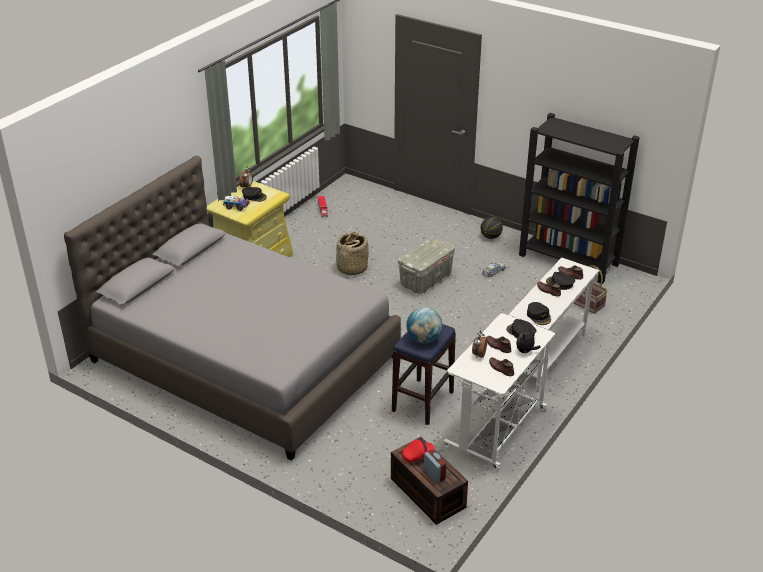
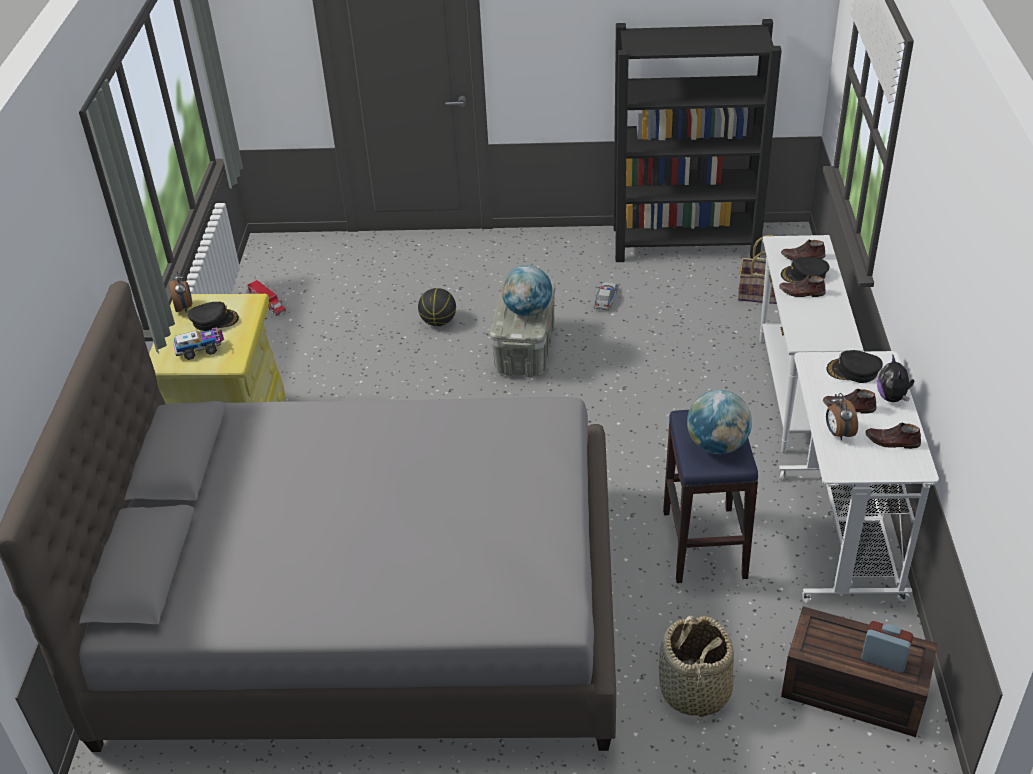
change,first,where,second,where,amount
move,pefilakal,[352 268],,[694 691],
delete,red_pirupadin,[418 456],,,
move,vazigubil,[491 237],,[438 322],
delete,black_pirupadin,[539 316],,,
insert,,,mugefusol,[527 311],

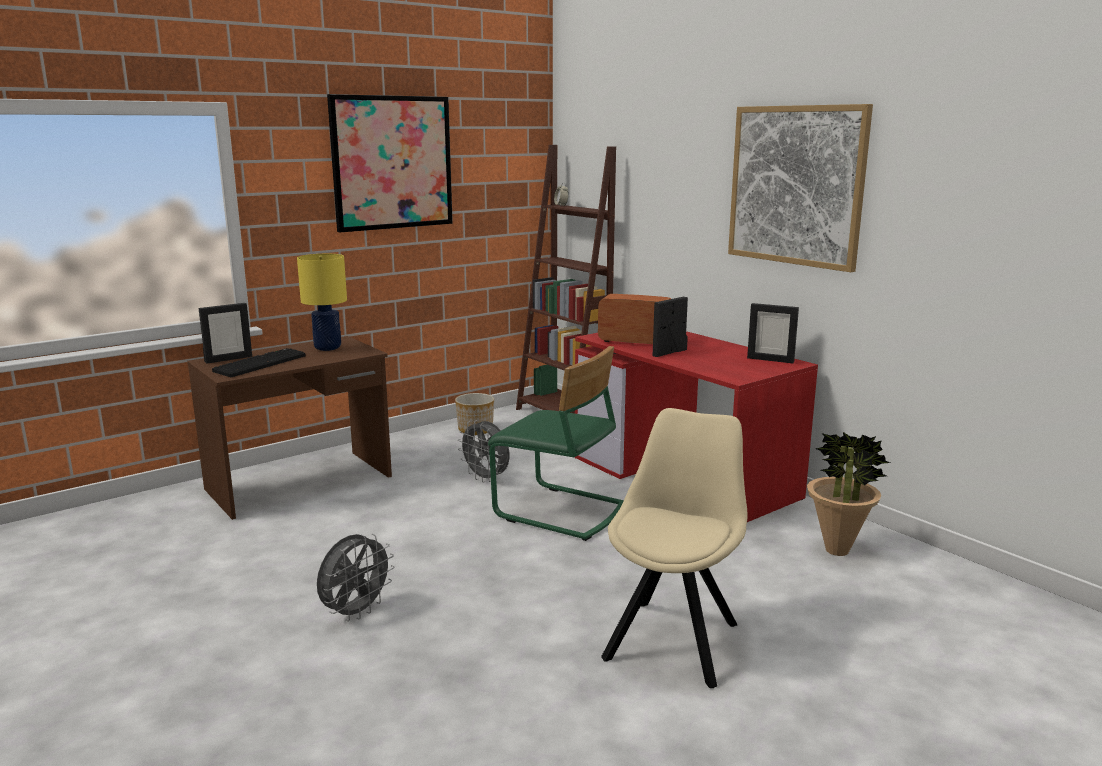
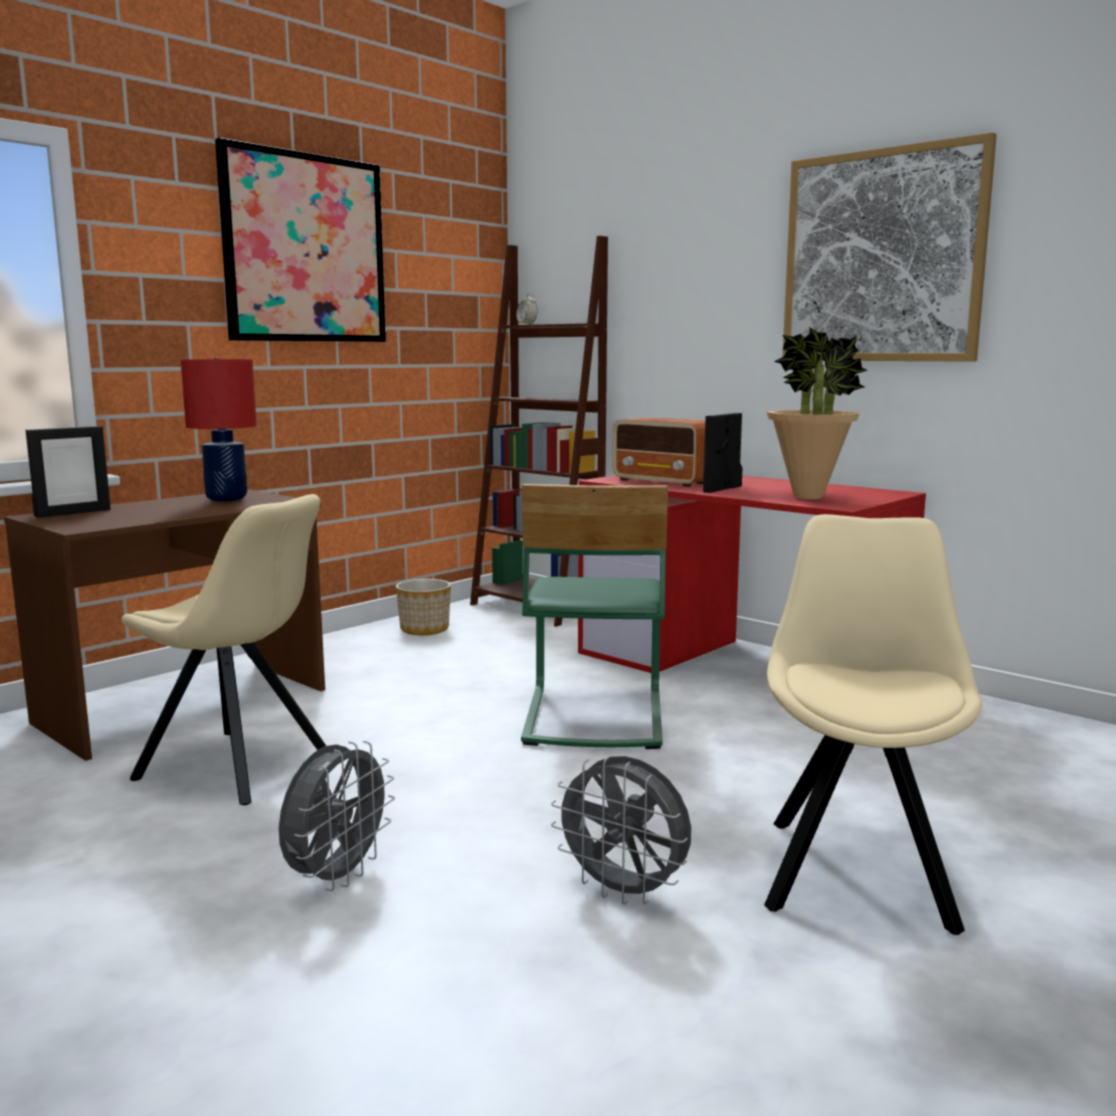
change,first,where,second,where,amount
delete,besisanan,[260 363],,,
recolor,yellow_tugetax,[328 349],red_tugetax,[227 500],
move,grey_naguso,[486 478],,[624 892],
rotate,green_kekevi,[559 512],,[592 717],75 degrees clockwise
rotate,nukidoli,[634 341],,[663 482],150 degrees counterclockwise
delete,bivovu,[770 359],,,
move,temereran,[837 550],,[808 497],
insert,,,beige_kekevi,[236 766],

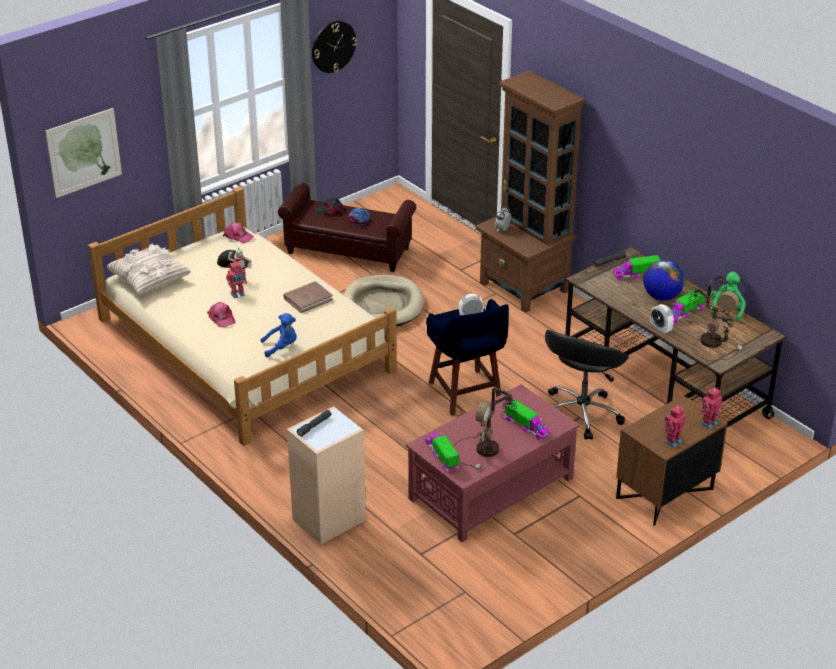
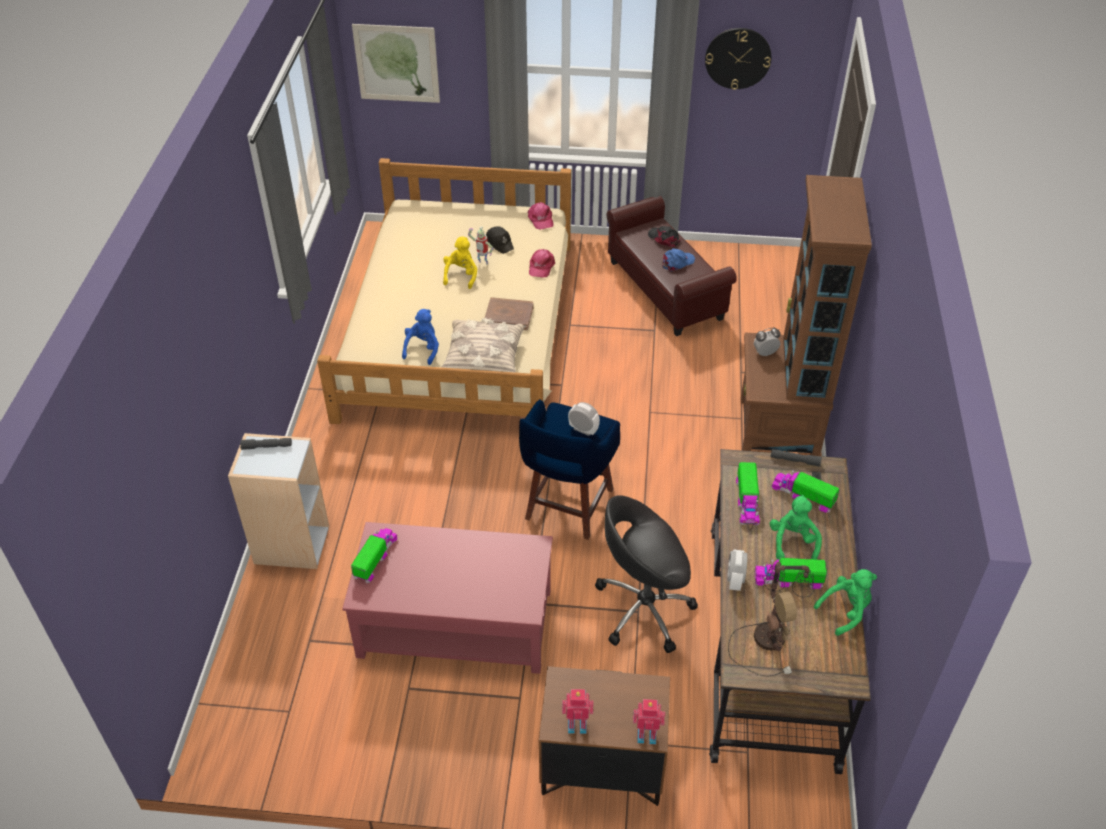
change,first,where,second,where,amount
move,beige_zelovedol,[149 280],,[483 360],
move,pink_pirupadin,[221 318],,[541 266],
replace,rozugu,[238 295],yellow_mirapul,[461 275],
rotate,blue_mirapul,[281 347],,[423 349],105 degrees counterclockwise
delete,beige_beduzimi,[382 305],,,
delete,tugetax,[489 449],,,
move,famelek,[527 427],,[747 501],
replace,mugefusol,[662 297],green_mirapul,[793 542],

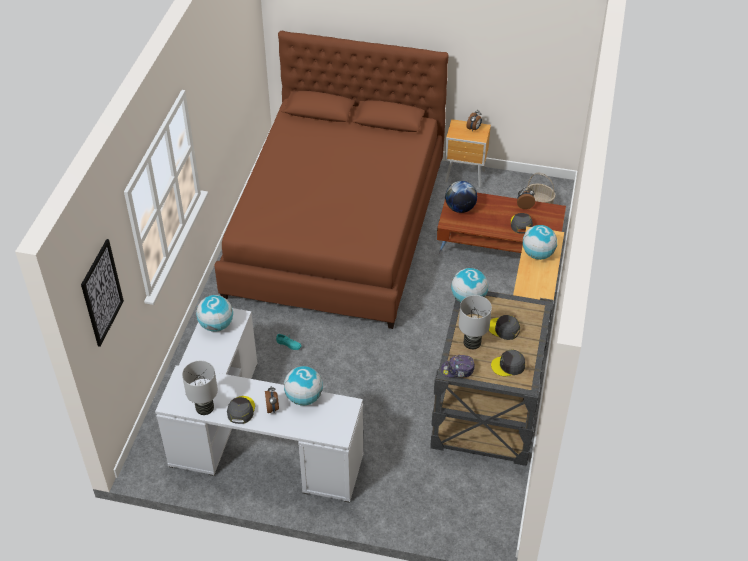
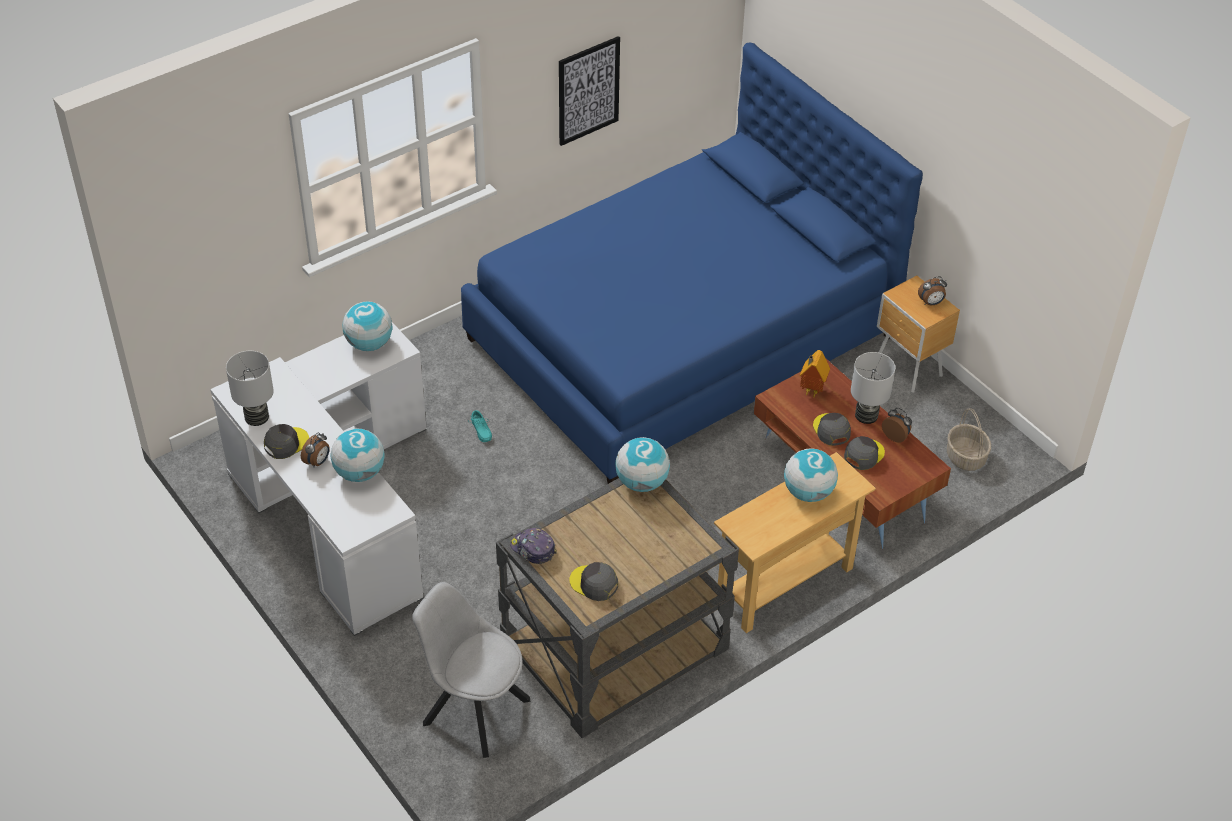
change,first,where,second,where,amount
move,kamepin,[102 293],,[588 90],
recolor,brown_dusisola,[337 228],blue_dusisola,[682 337],
replace,mugefusol,[460 208],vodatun,[811 390],
move,grey_tugetax,[472 342],,[866 415],
move,grey_pirupadin,[503 329],,[831 430],
insert,,,grey_kekevi,[474 710],

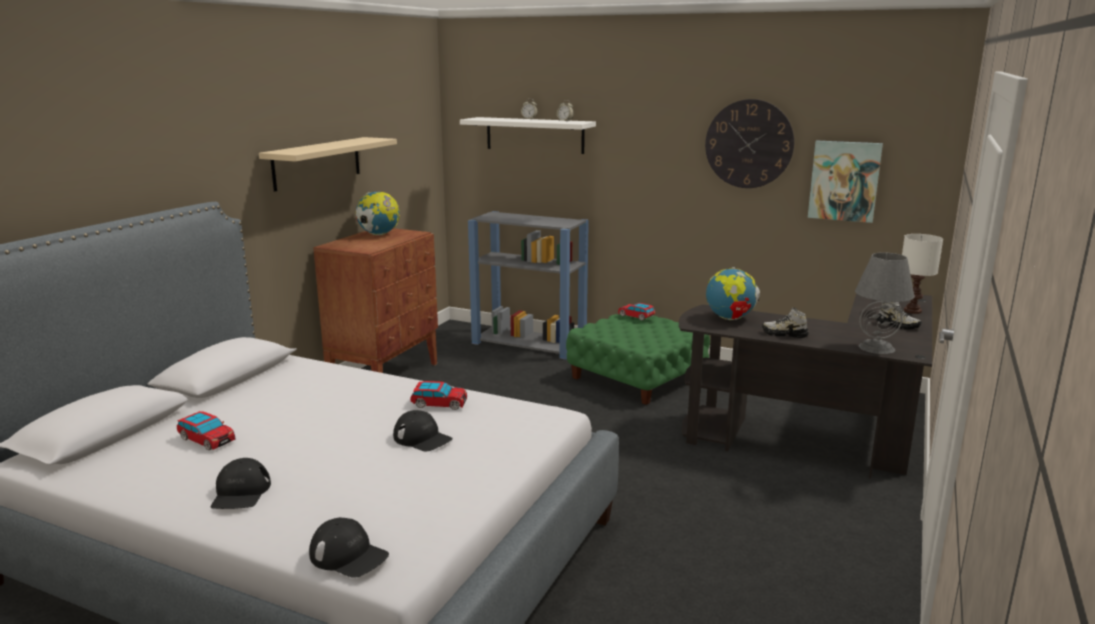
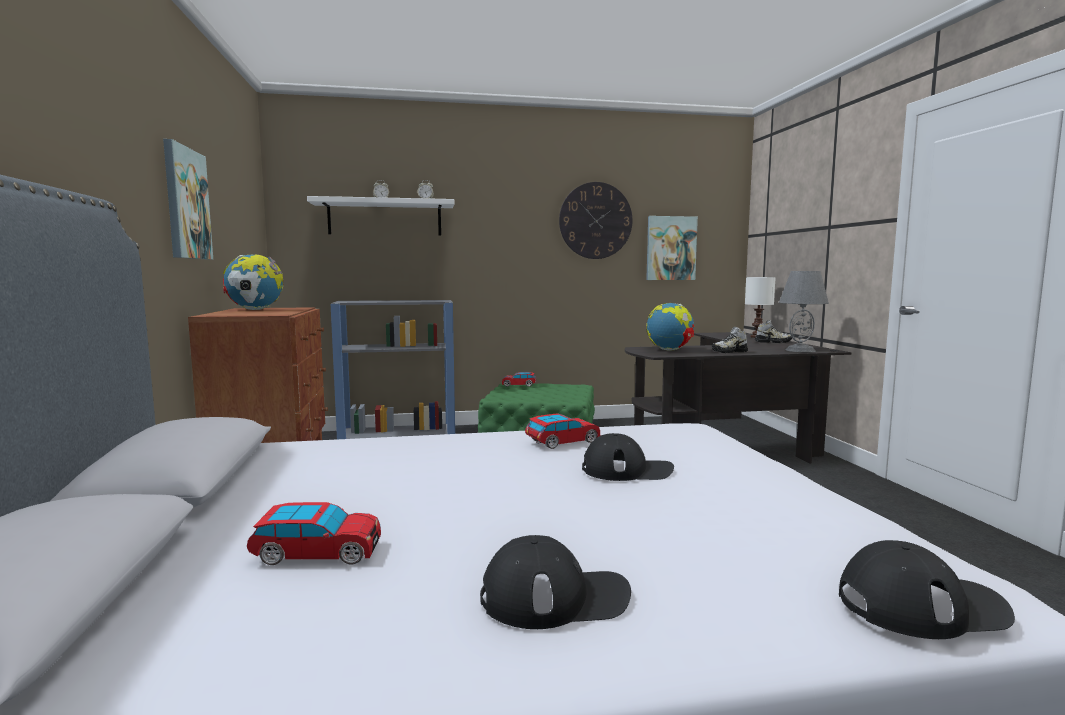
change,first,where,second,where,amount
rotate,black_pirupadin,[241 493],,[555 597],60 degrees counterclockwise
replace,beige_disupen,[317 163],kamepin,[186 204],

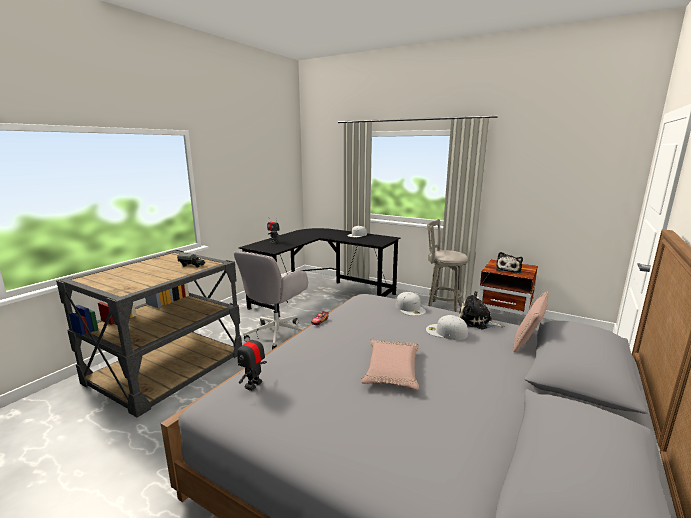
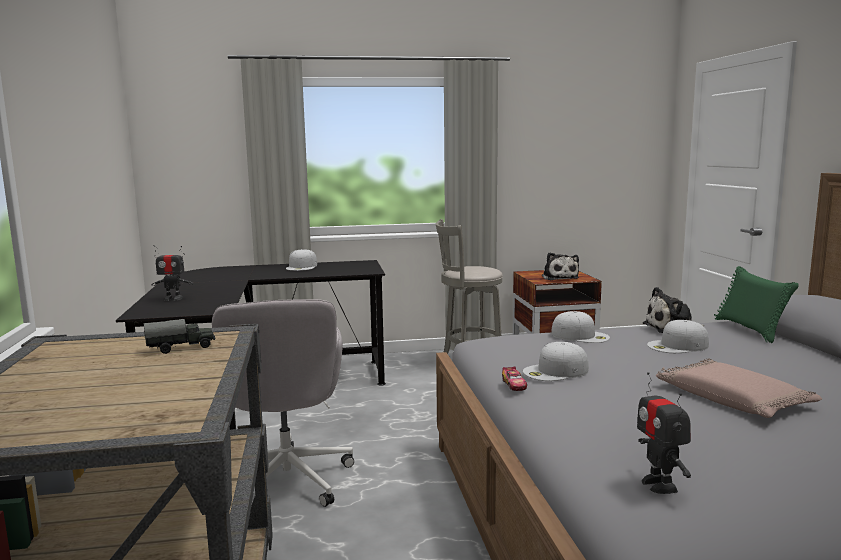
change,first,where,second,where,amount
recolor,beige_zelovedol,[528 340],green_zelovedol,[751 330],
insert,,,white_pirupadin,[555 371],

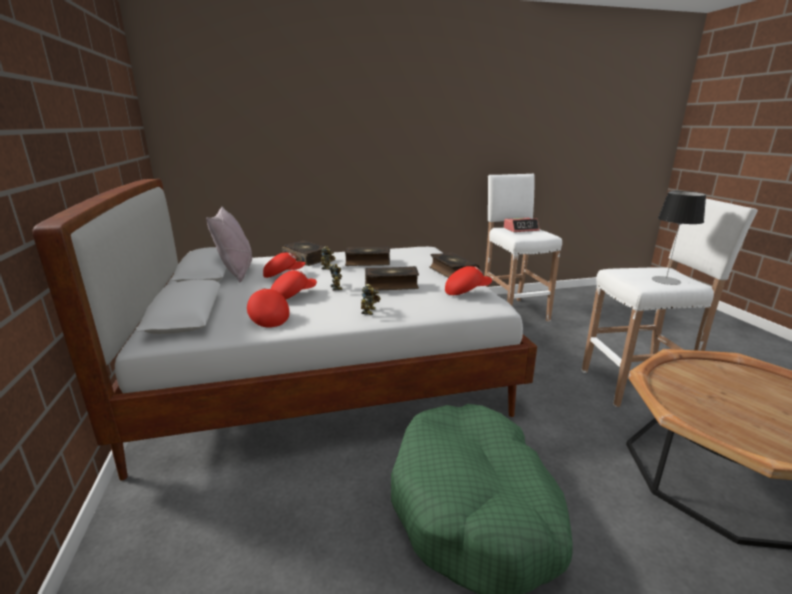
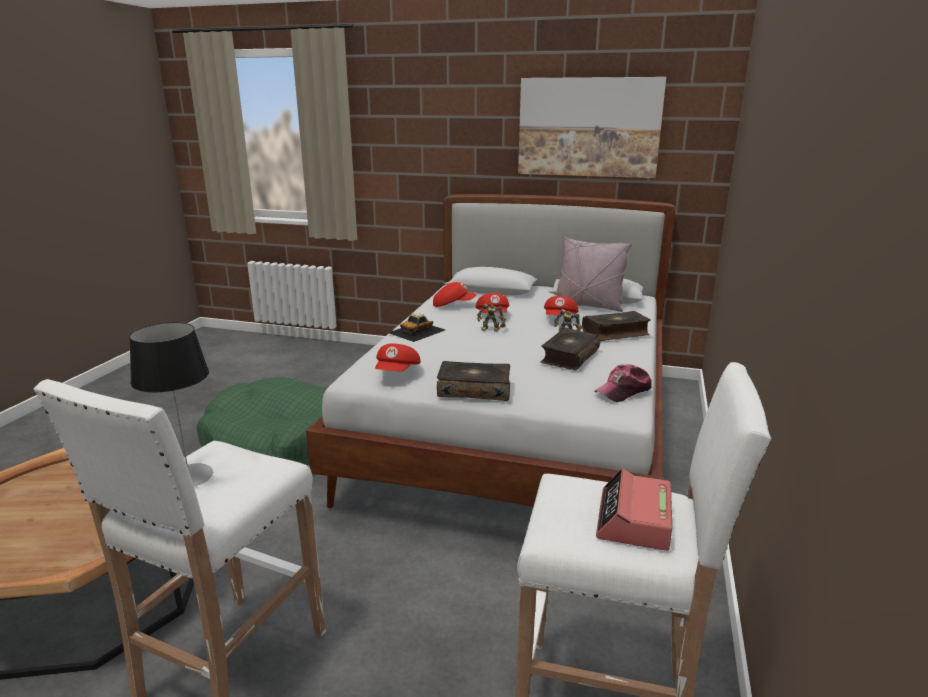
change,first,where,second,where,amount
replace,rozugu,[370 311],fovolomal,[417 331],
delete,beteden,[391 285],,,
insert,,,kamepin,[588 127],
insert,,,pirupadin,[623 391],

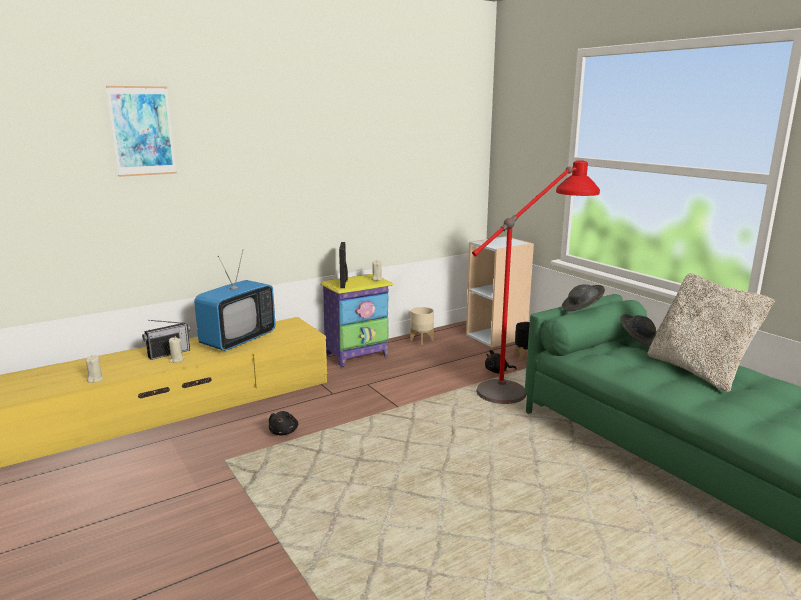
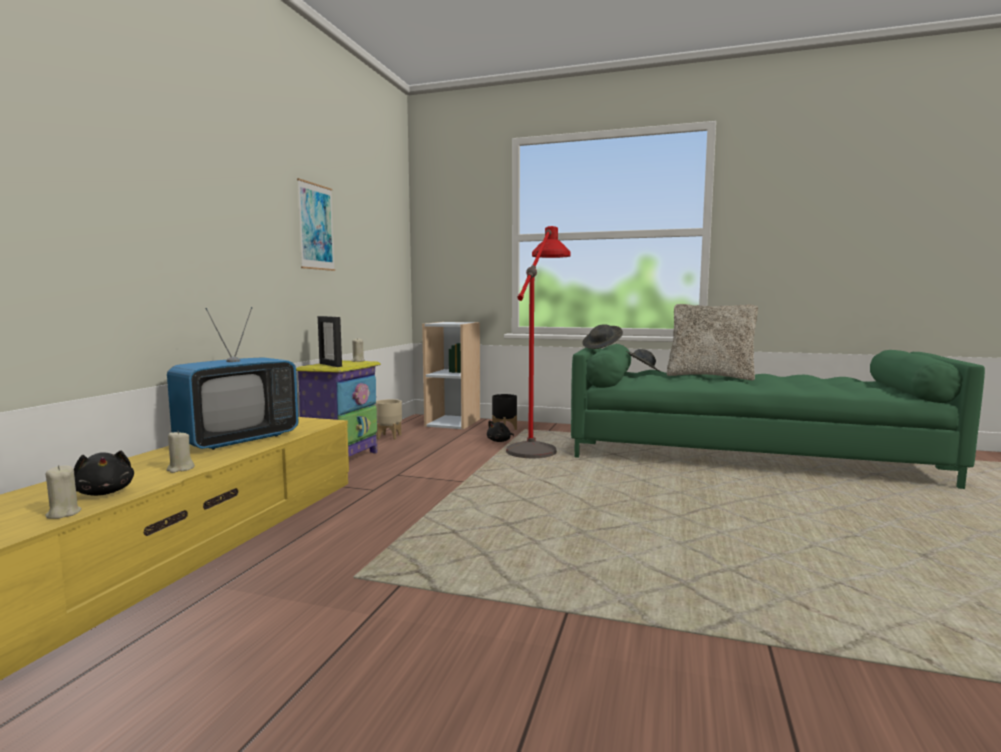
change,first,where,second,where,amount
move,kamepin,[142 131],,[316 227],
delete,nukidoli,[169 353],,,
rotate,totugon,[238 340],,[238 440],45 degrees clockwise
move,black_mirapul,[284 432],,[105 492],

